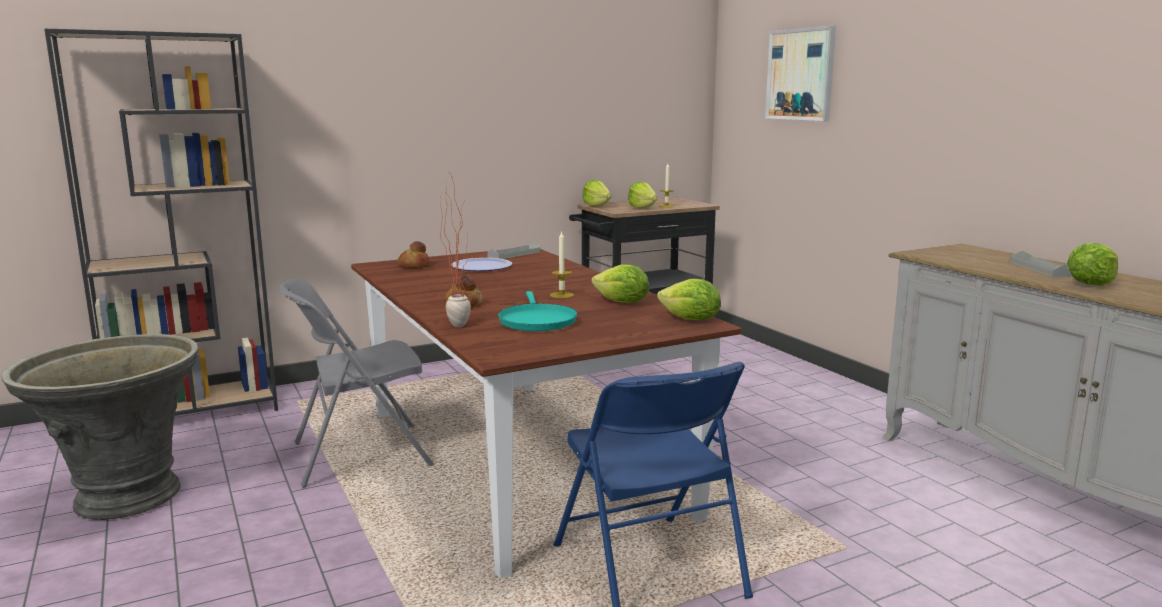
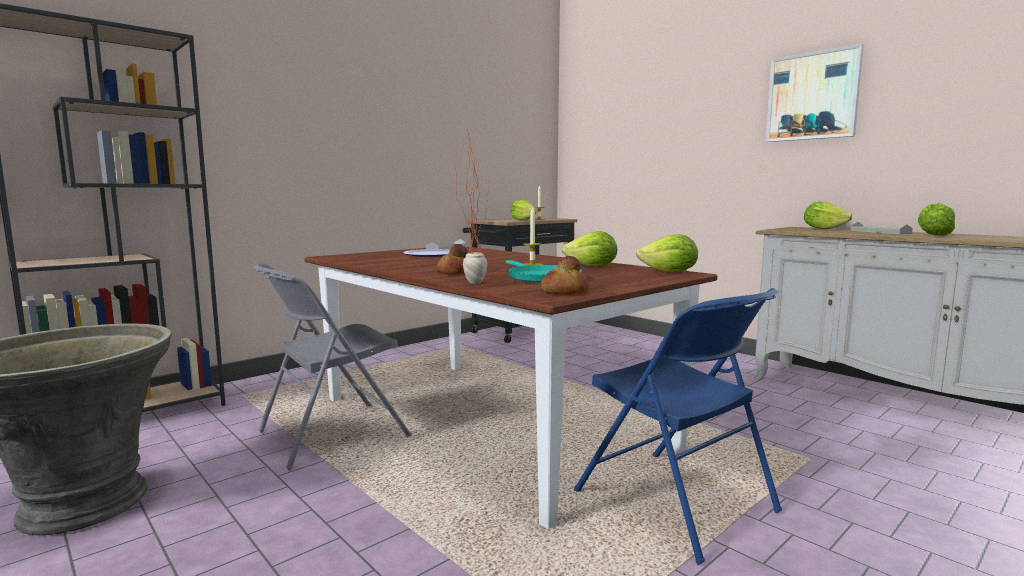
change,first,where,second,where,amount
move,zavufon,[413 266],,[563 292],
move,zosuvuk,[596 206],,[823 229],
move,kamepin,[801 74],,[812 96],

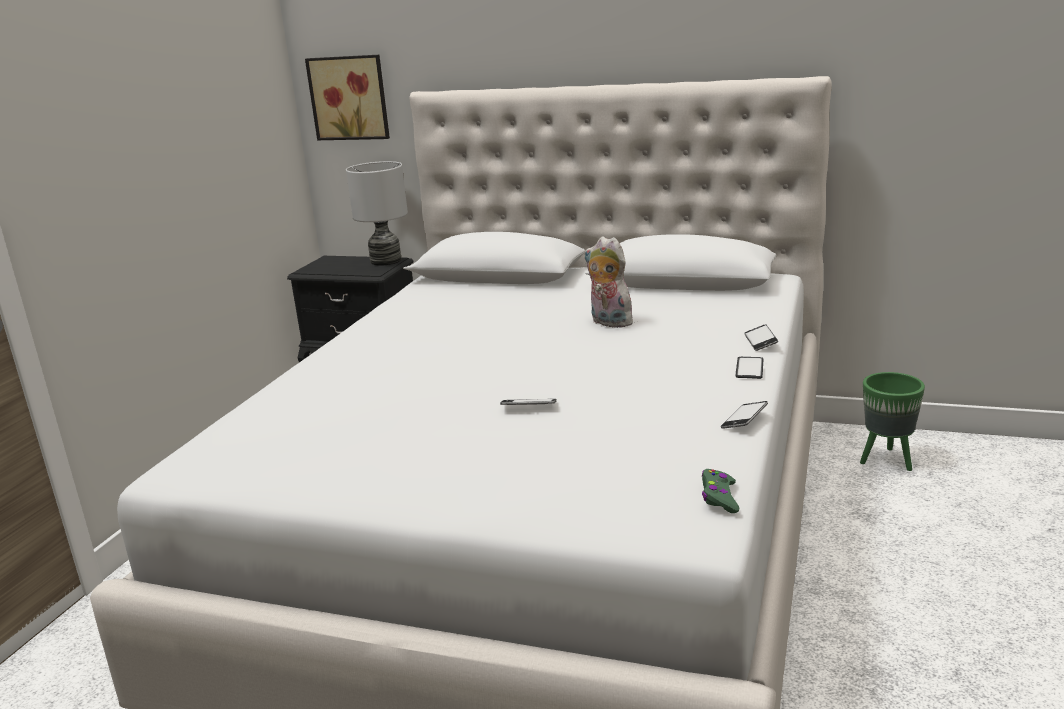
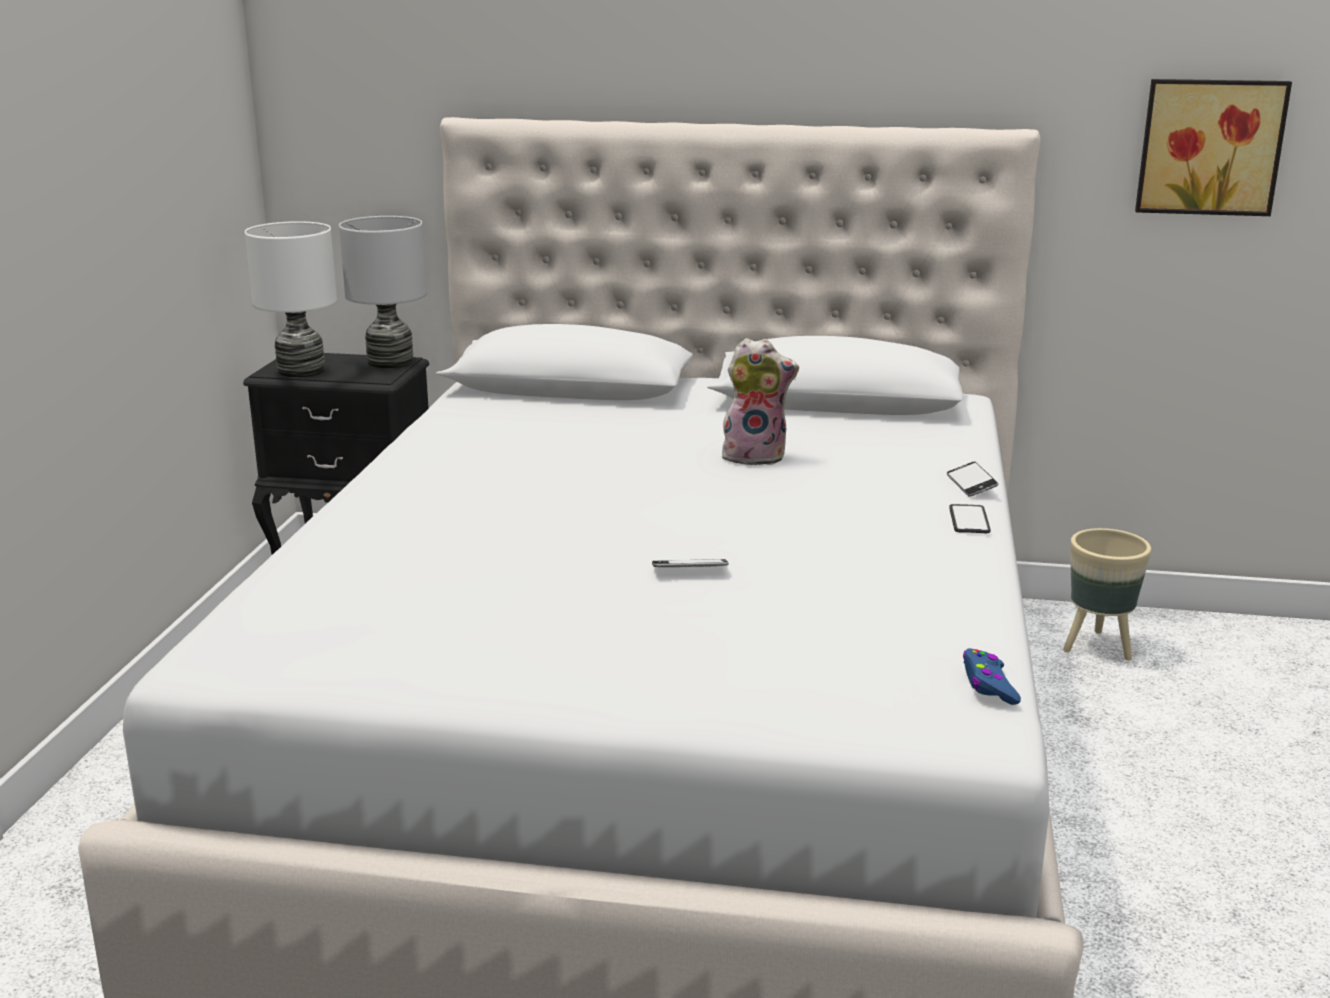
change,first,where,second,where,amount
move,kamepin,[350 97],,[1209 146],
rotate,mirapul,[608 322],,[755 456],150 degrees clockwise
recolor,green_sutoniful,[719 497],blue_sutoniful,[988 685],
delete,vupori,[744 420],,,
recolor,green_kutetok,[887 461],beige_kutetok,[1098 647],
insert,,,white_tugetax,[301 370],

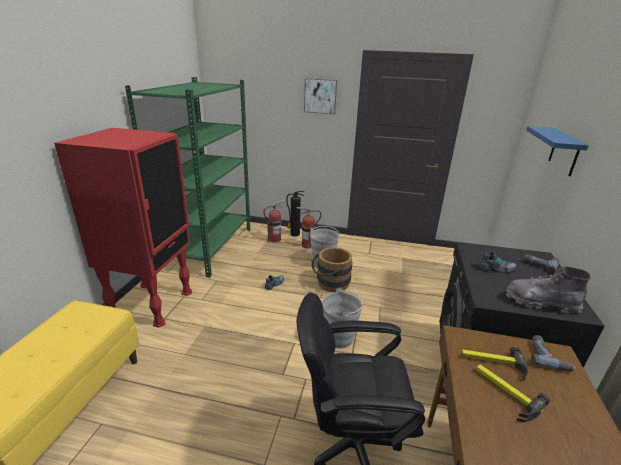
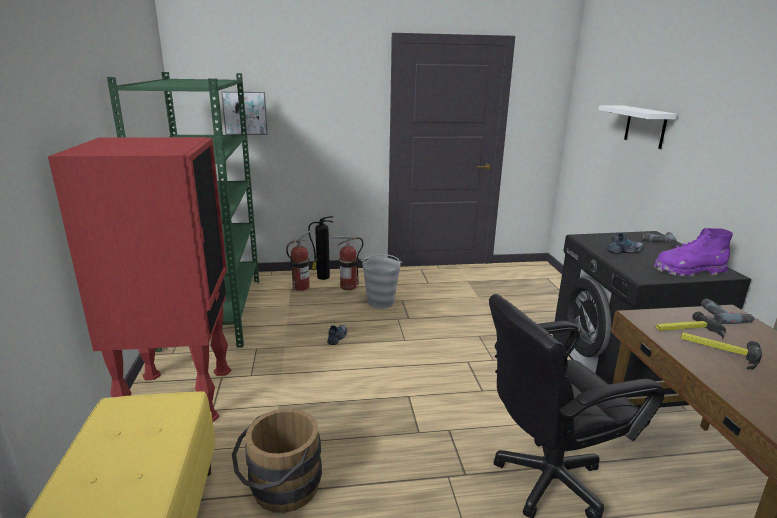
change,first,where,second,where,amount
move,kamepin,[320 96],,[245 113],
move,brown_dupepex,[330 284],,[280 489],
delete,grey_dupepex,[339 338],,,
recolor,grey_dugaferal,[540 302],purple_dugaferal,[688 271],
recolor,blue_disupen,[564 152],white_disupen,[645 126],

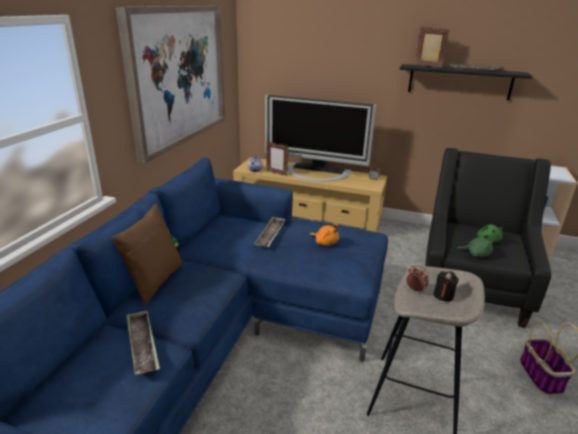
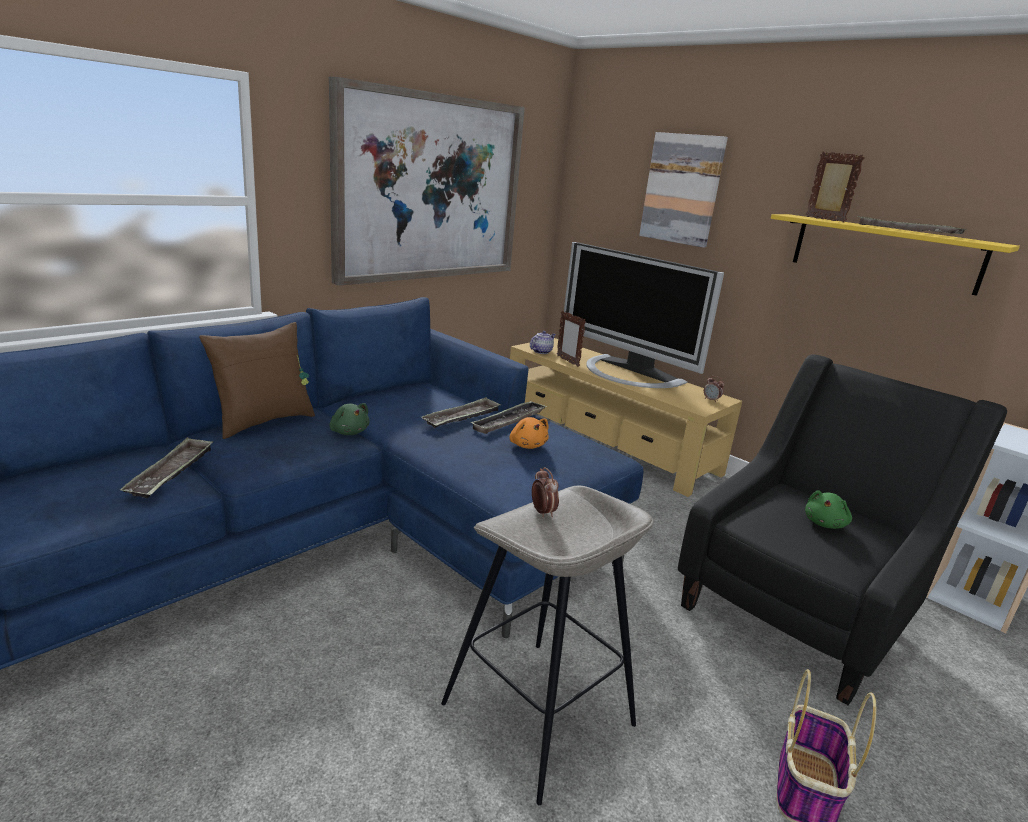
change,first,where,second,where,amount
recolor,black_disupen,[459 82],yellow_disupen,[884 253],
delete,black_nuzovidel,[443 296],,,
move,green_mirapul,[476 254],,[348 432],
insert,,,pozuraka,[509 421],
insert,,,kamepin,[682 189],

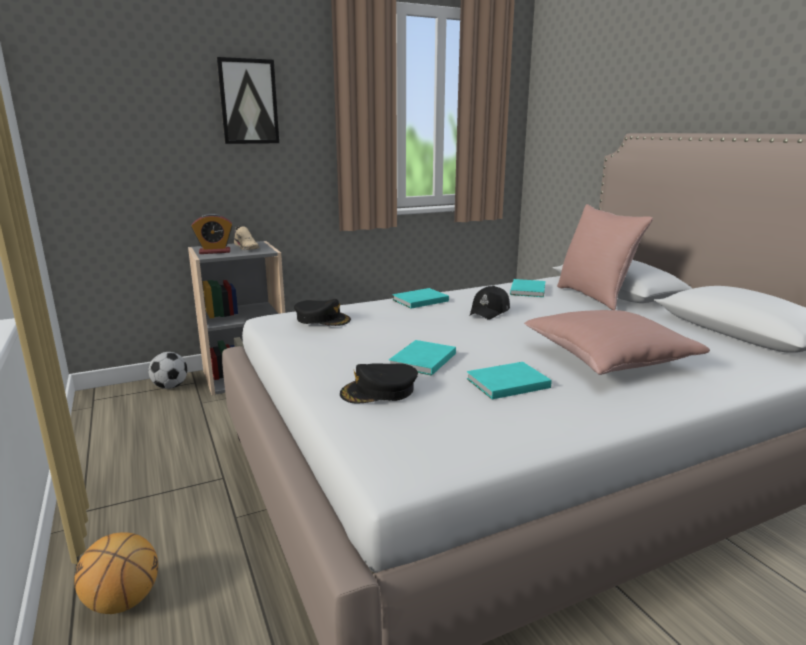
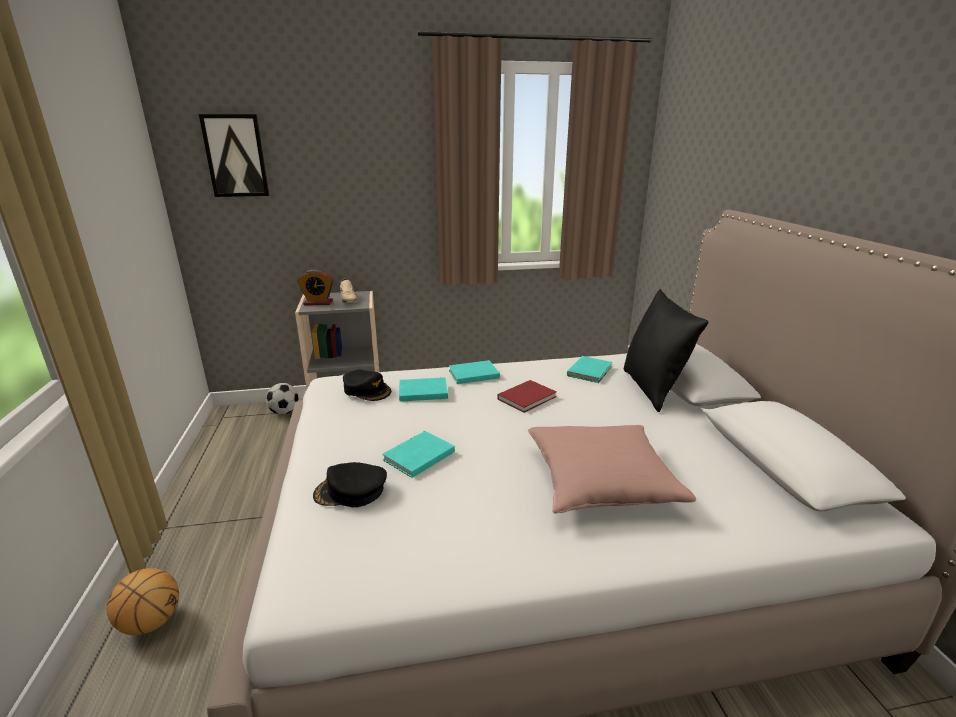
change,first,where,second,where,amount
move,kamepin,[248 102],,[236 156],
move,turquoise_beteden,[505 383],,[421 391],
replace,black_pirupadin,[490 311],red_beteden,[528 398],
recolor,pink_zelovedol,[594 297],black_zelovedol,[653 389],

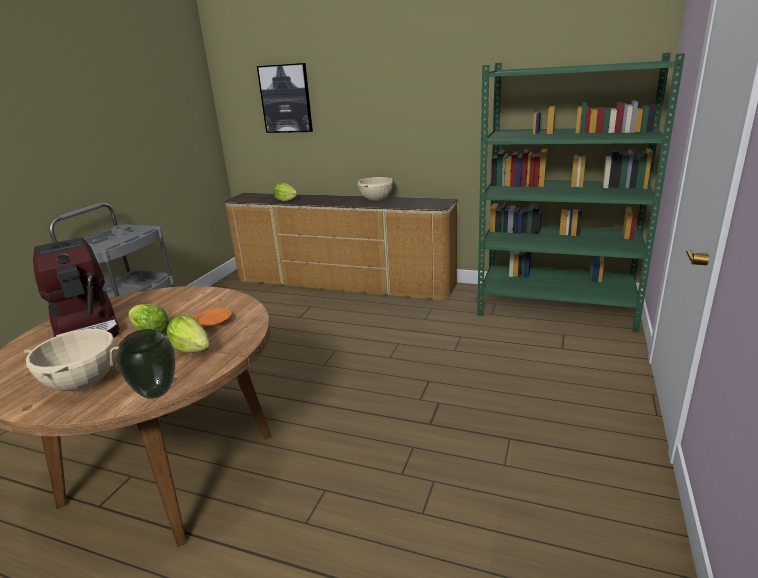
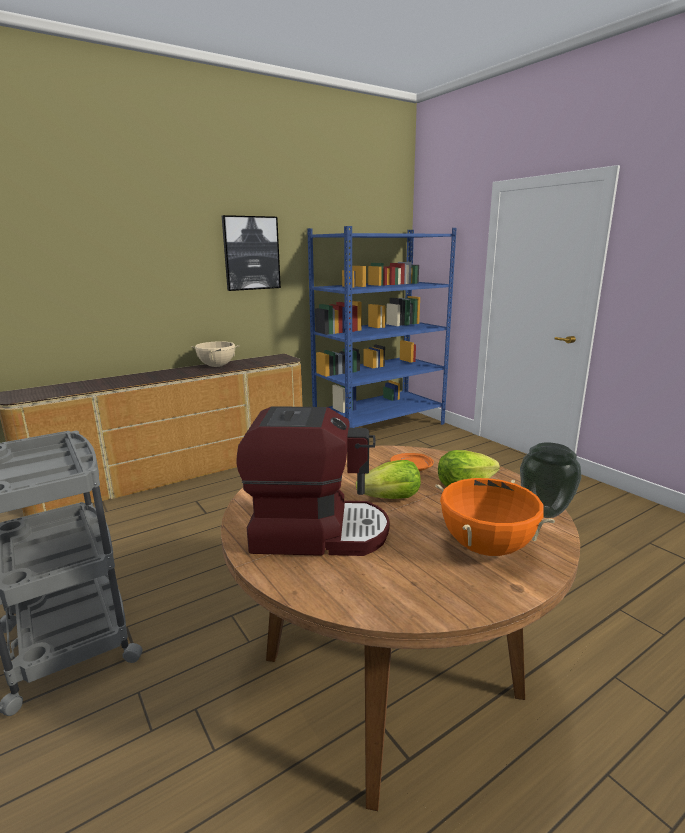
change,first,where,second,where,amount
recolor,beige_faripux,[83 384],orange_faripux,[486 547],
move,kamepin,[286 99],,[251 253],
delete,zosuvuk,[285 200],,,
recolor,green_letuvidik,[556 306],blue_letuvidik,[379 427],

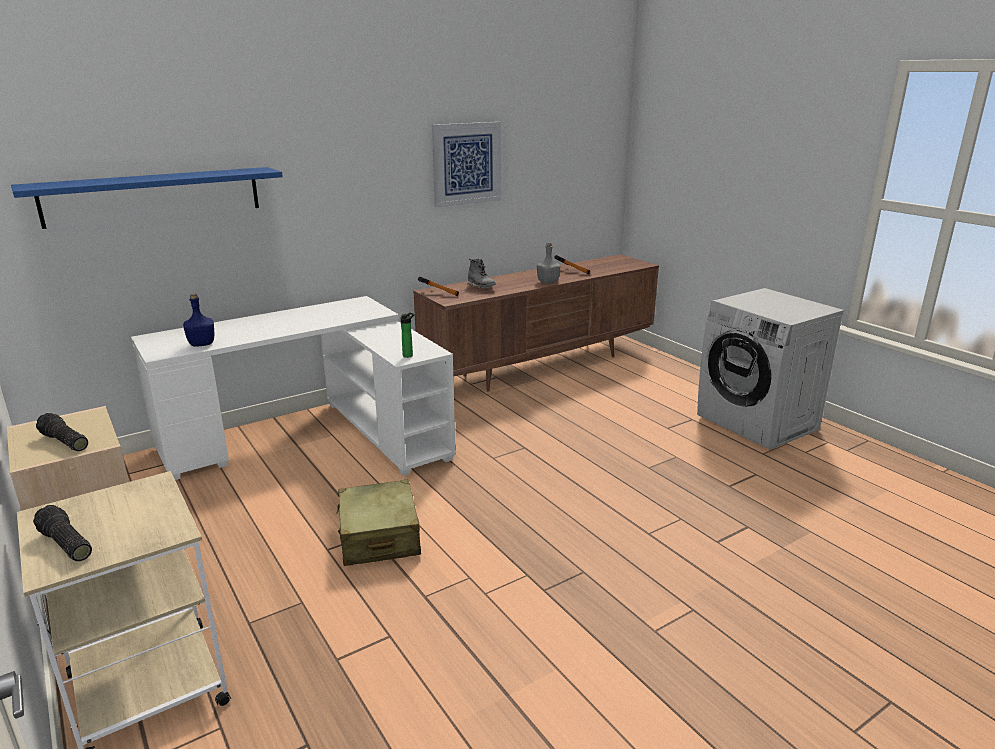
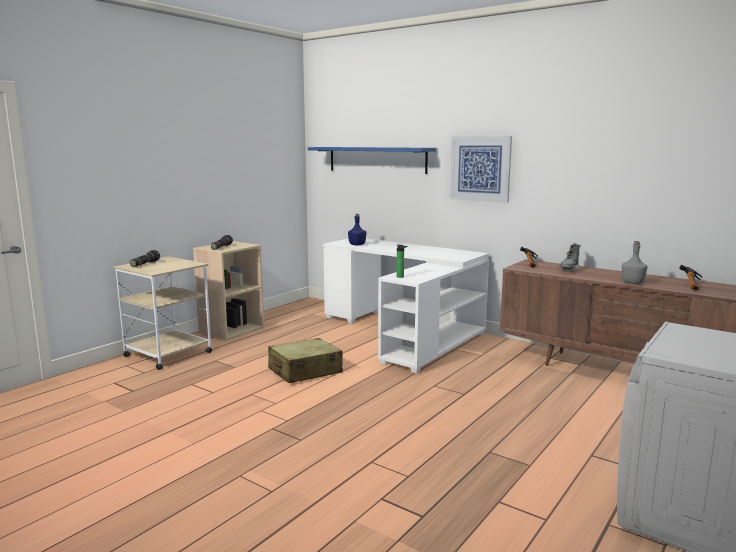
change,first,where,second,where,amount
move,kamepin,[467 164],,[480 168],

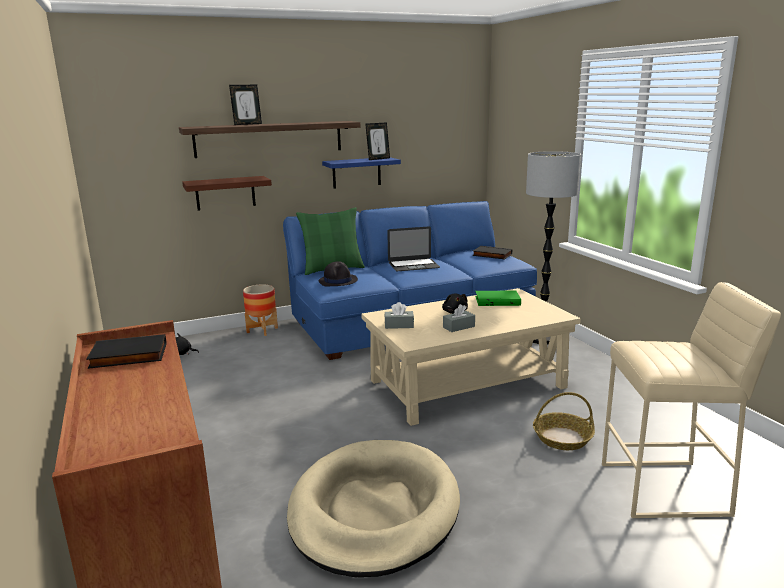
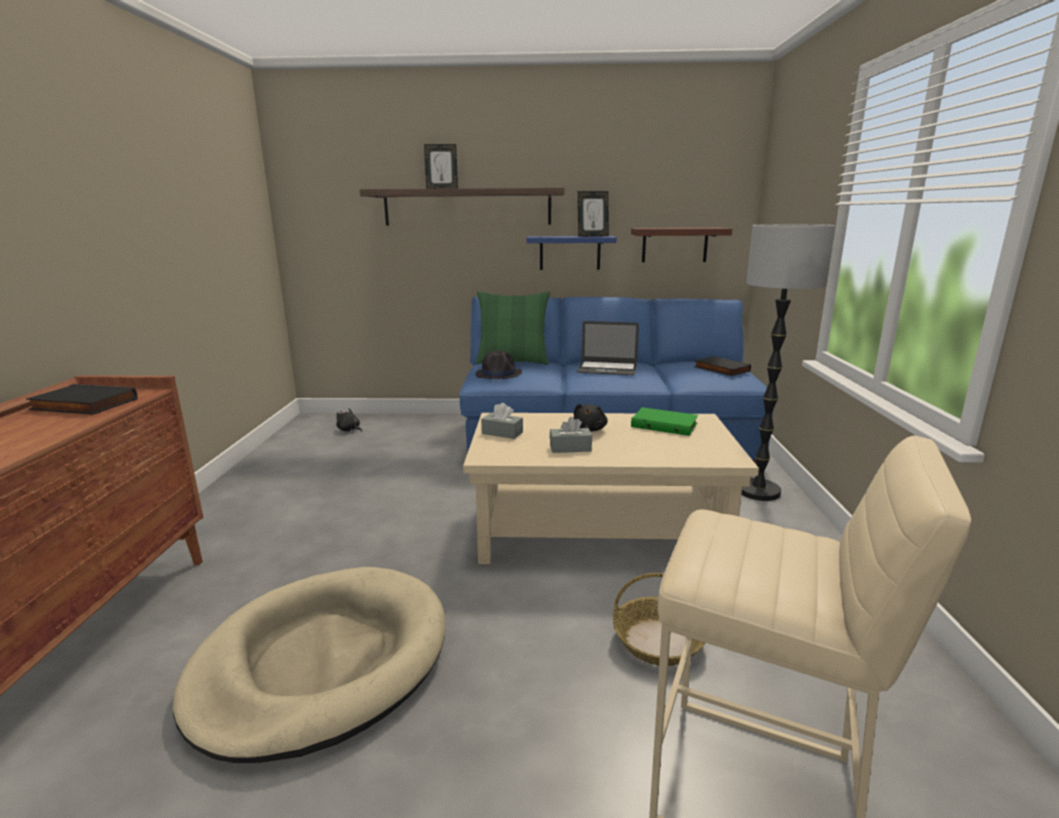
change,first,where,second,where,amount
move,disupen,[225 193],,[674 245],
delete,kutetok,[262 330],,,

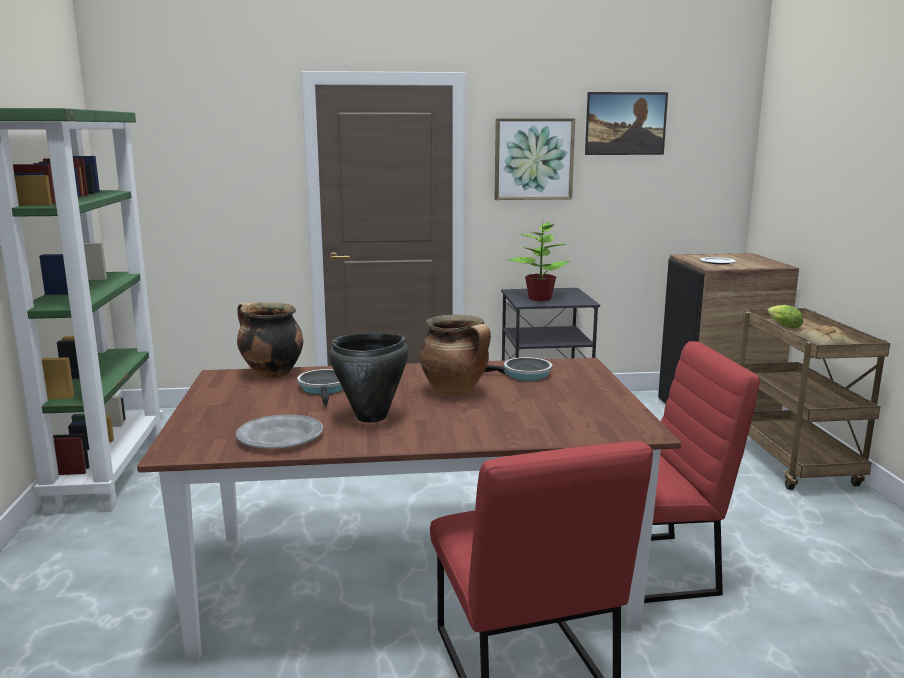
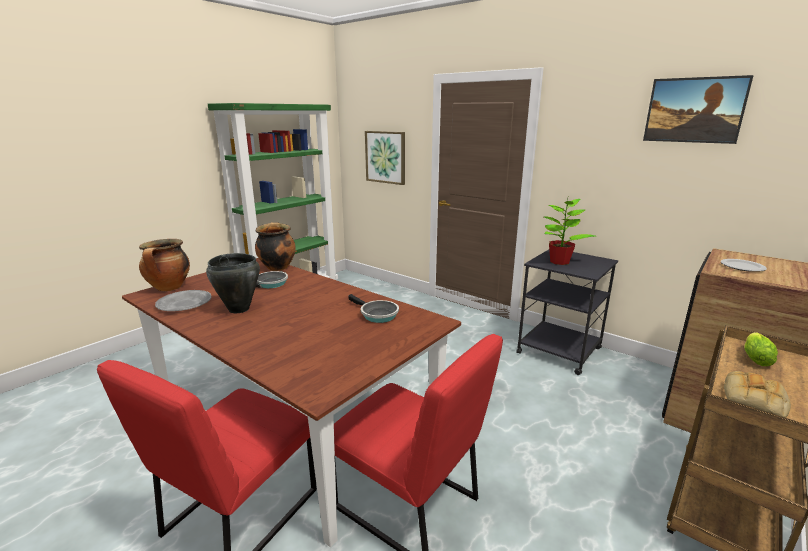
change,first,where,second,where,amount
move,faripux,[456 391],,[169 288],
move,kamepin,[533 159],,[385 157],

